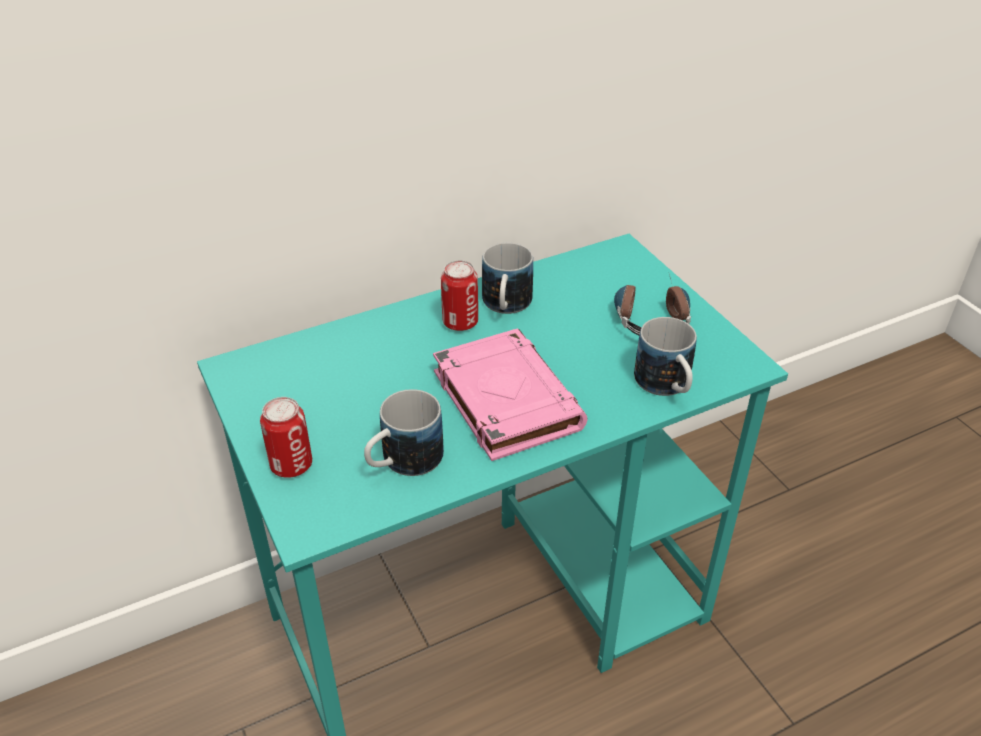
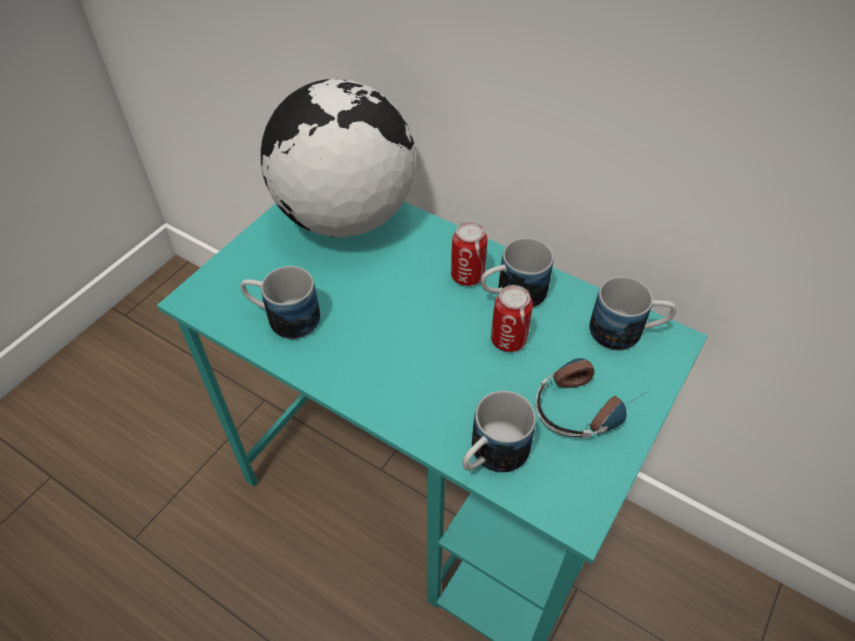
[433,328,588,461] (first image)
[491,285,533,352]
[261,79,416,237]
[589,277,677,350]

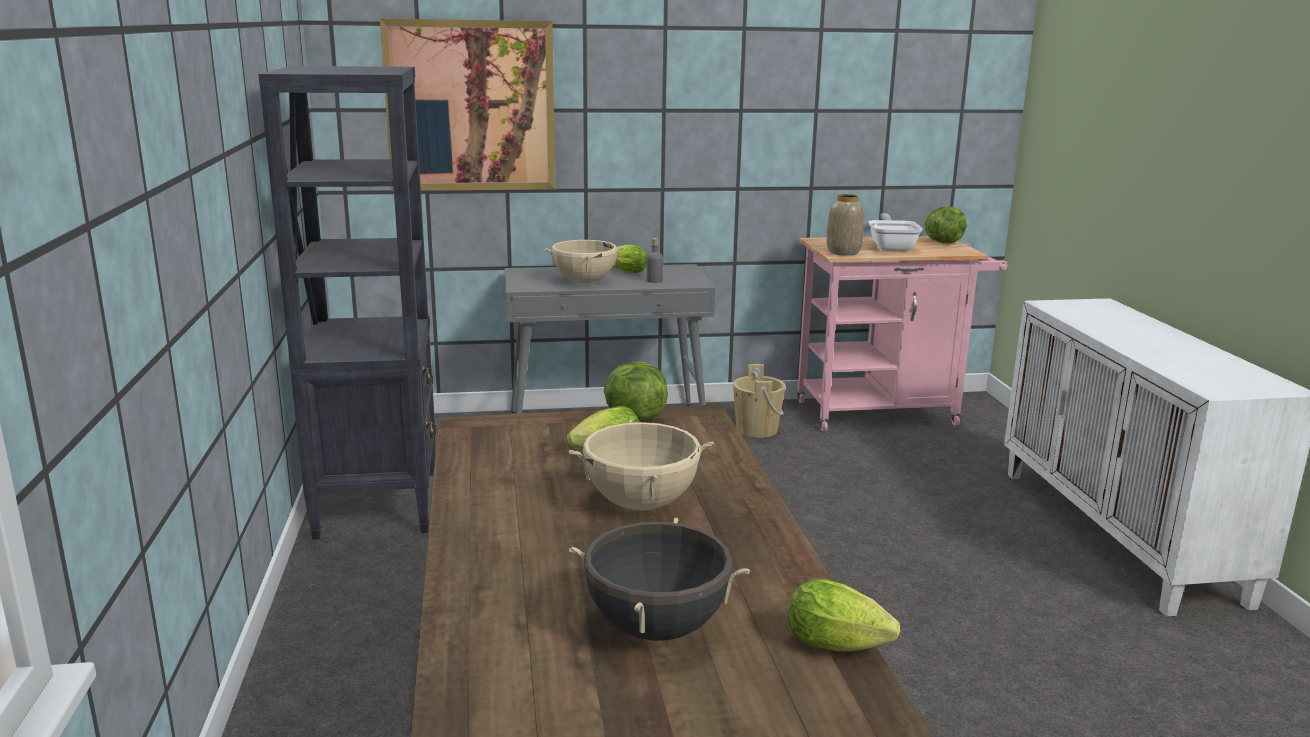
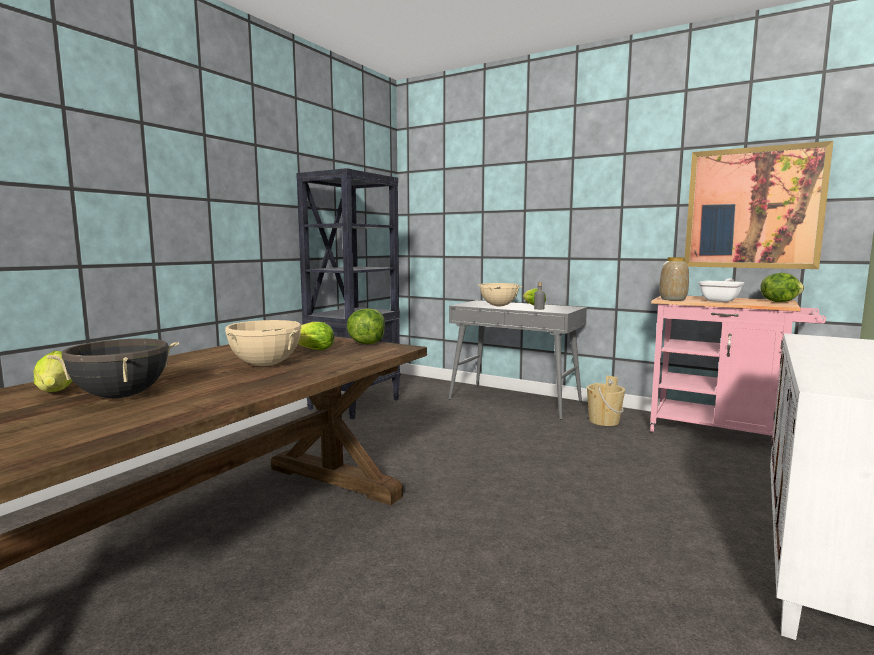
[684,141,833,269]
[33,351,73,392]

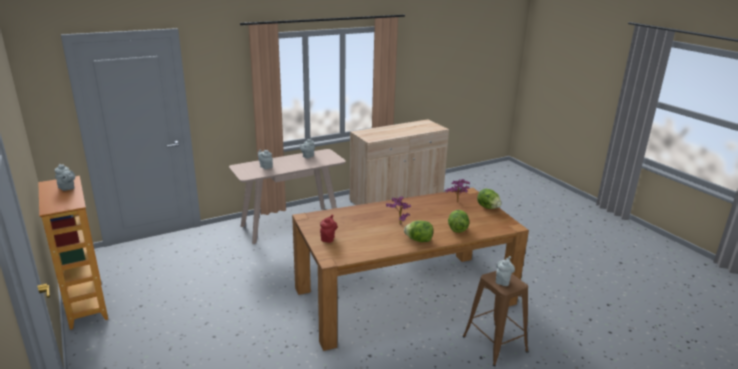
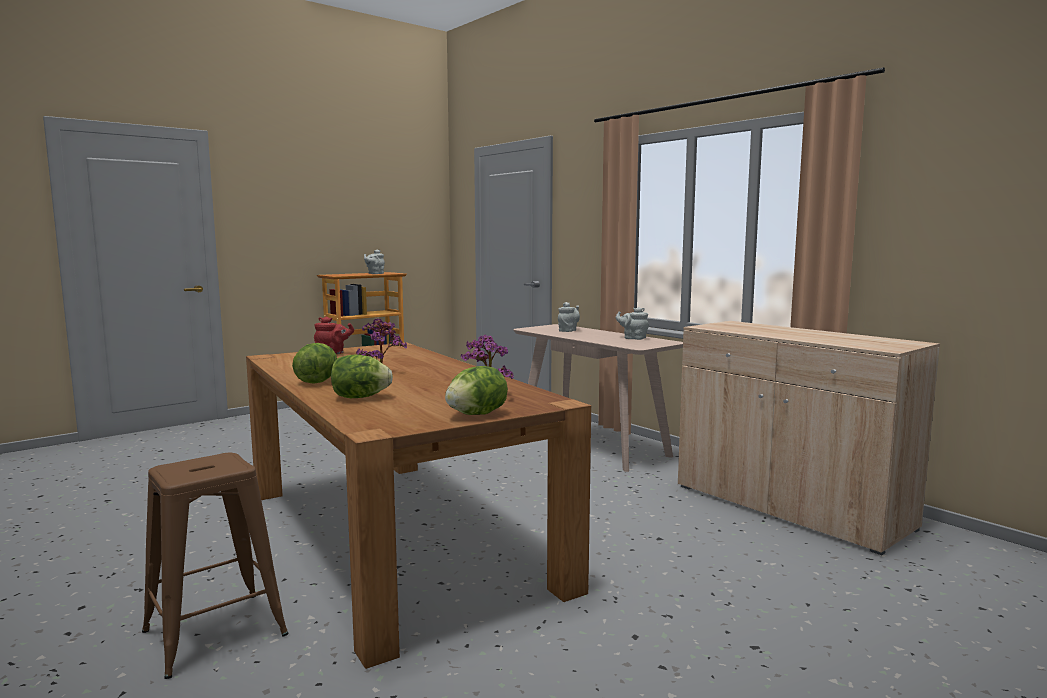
[496,256,515,286] (first image)

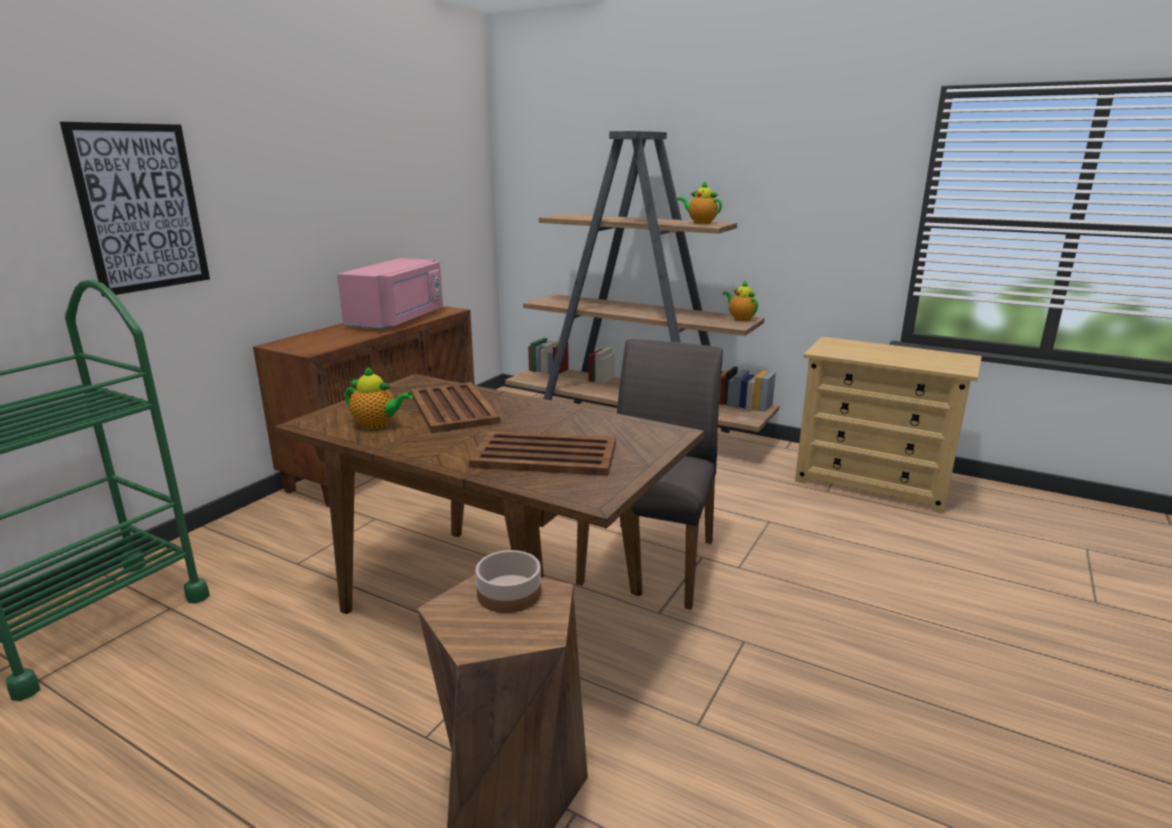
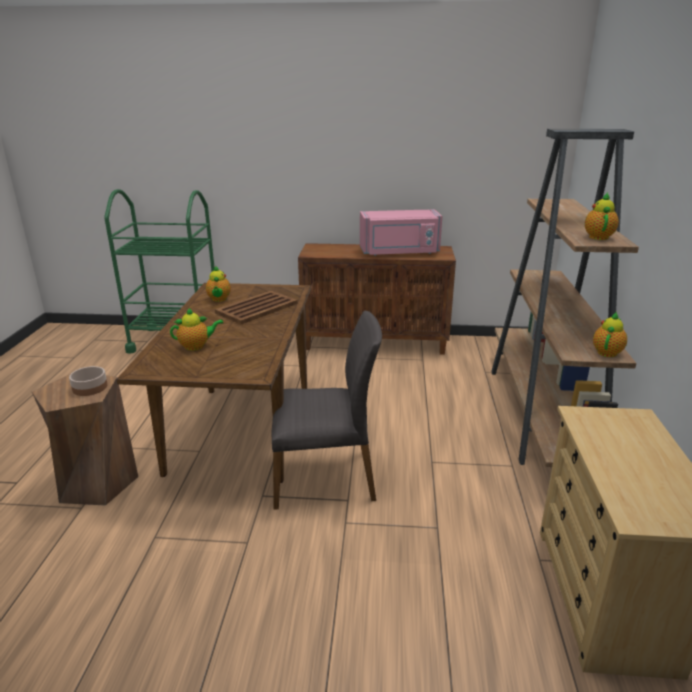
[60,122,210,297] (first image)
[170,308,223,351]

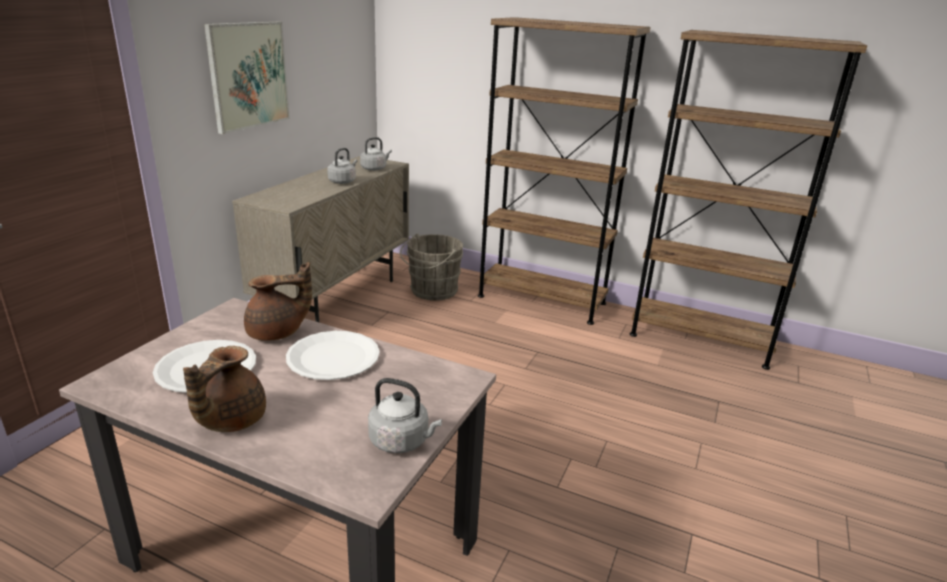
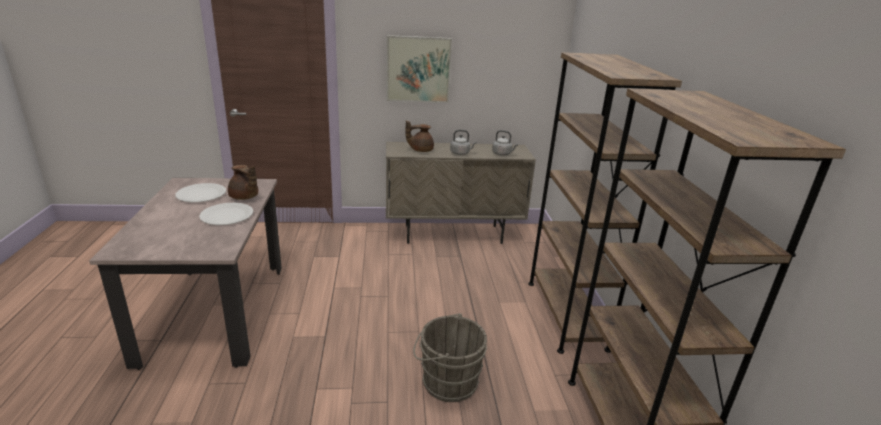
[413,313,487,402]
[406,121,434,152]
[368,378,442,453] (first image)

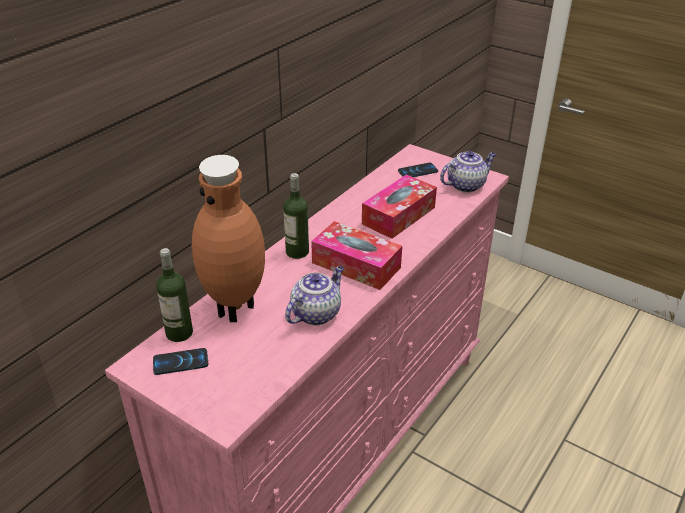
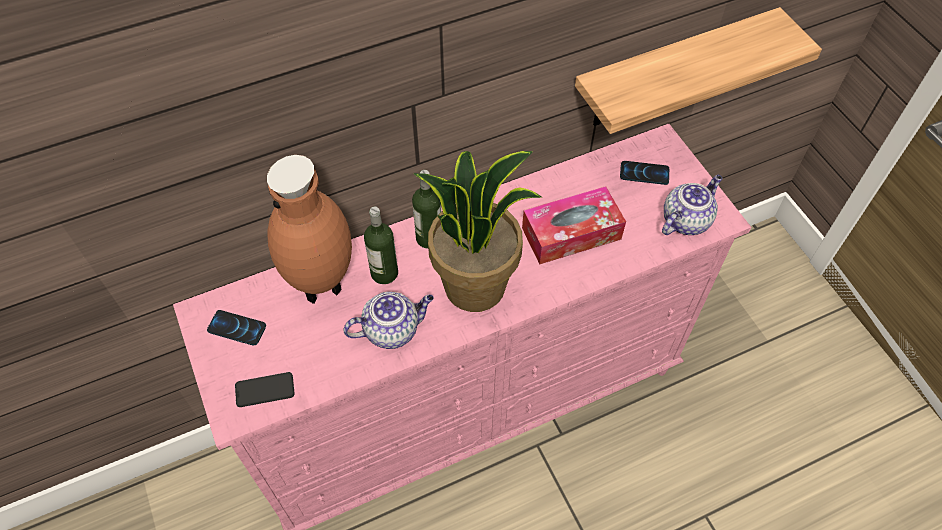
[662,175,722,235]
[414,151,543,312]
[364,207,398,284]
[575,7,822,134]
[235,372,295,407]

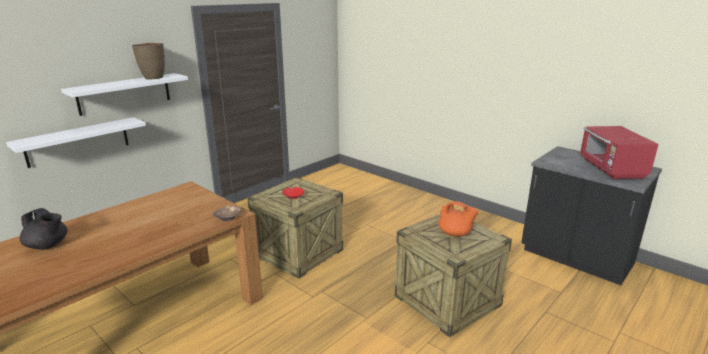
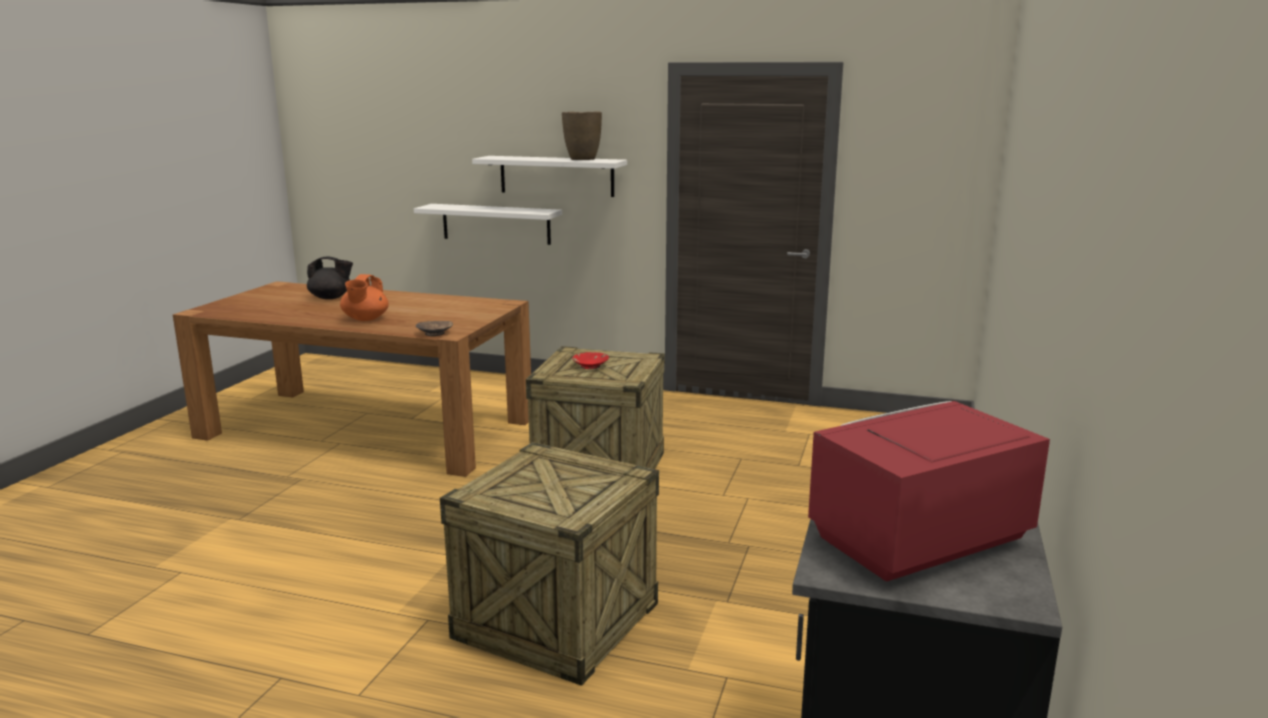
[340,274,389,321]
[307,257,353,299]

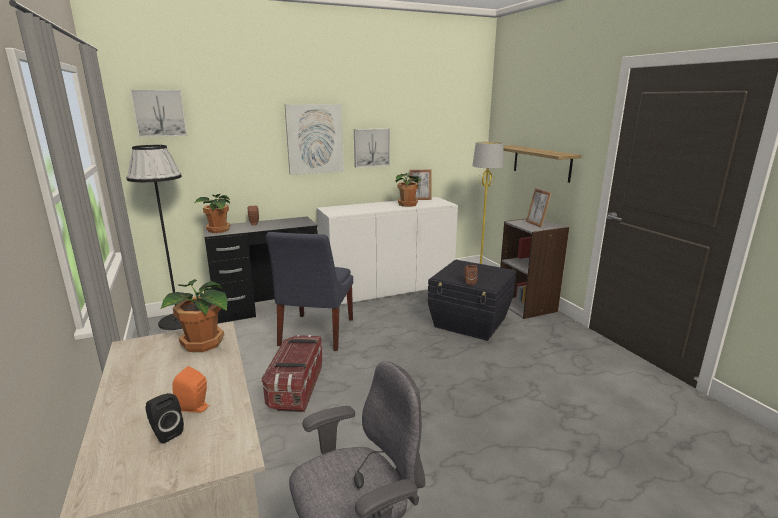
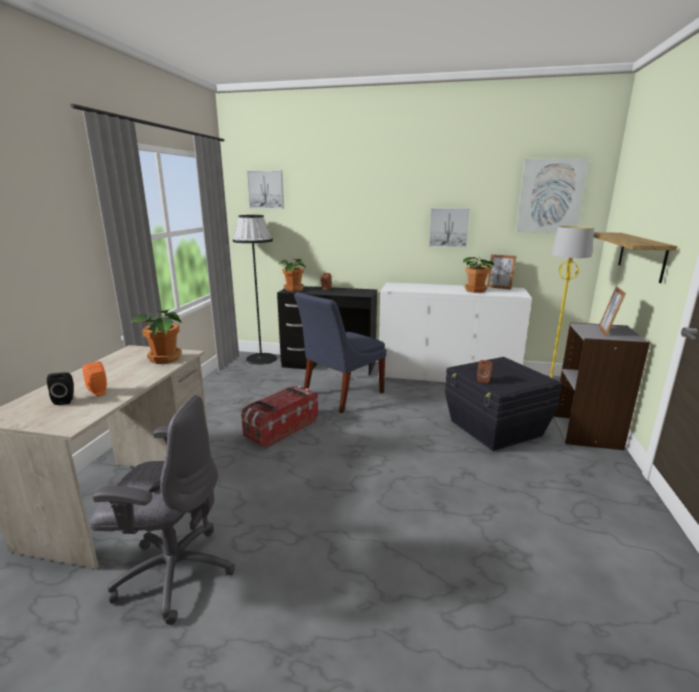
[516,158,589,233]

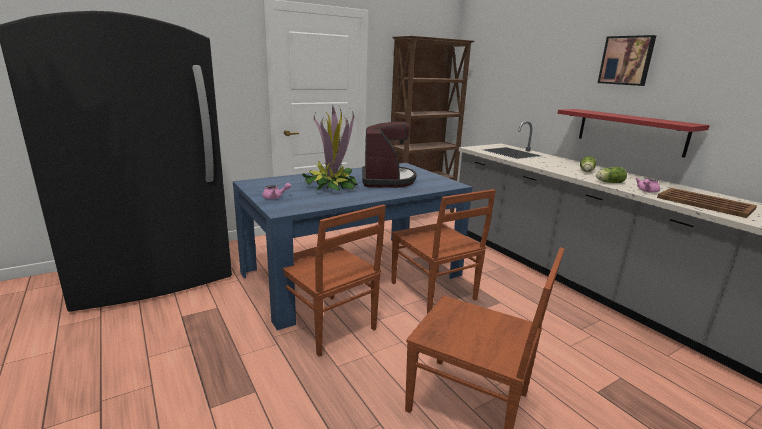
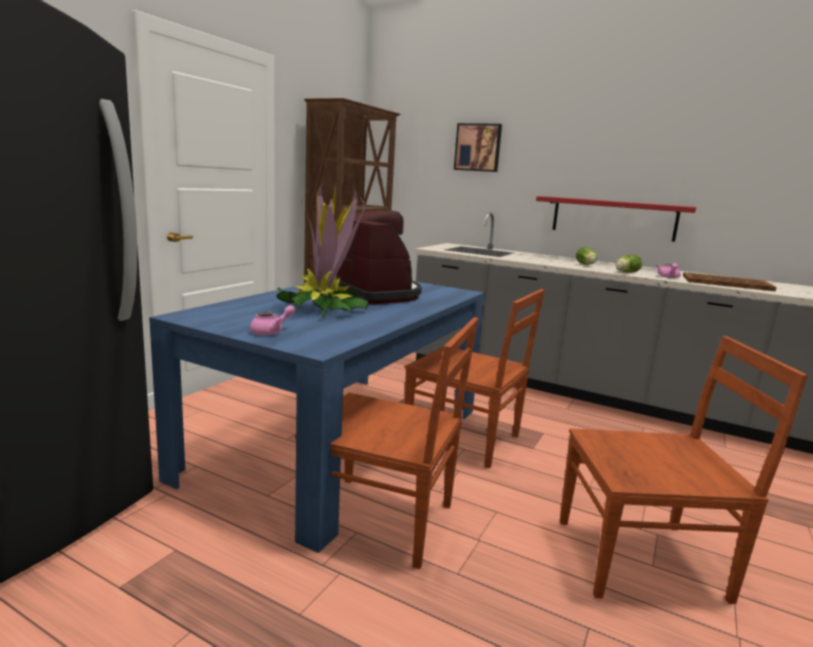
[454,123,502,172]

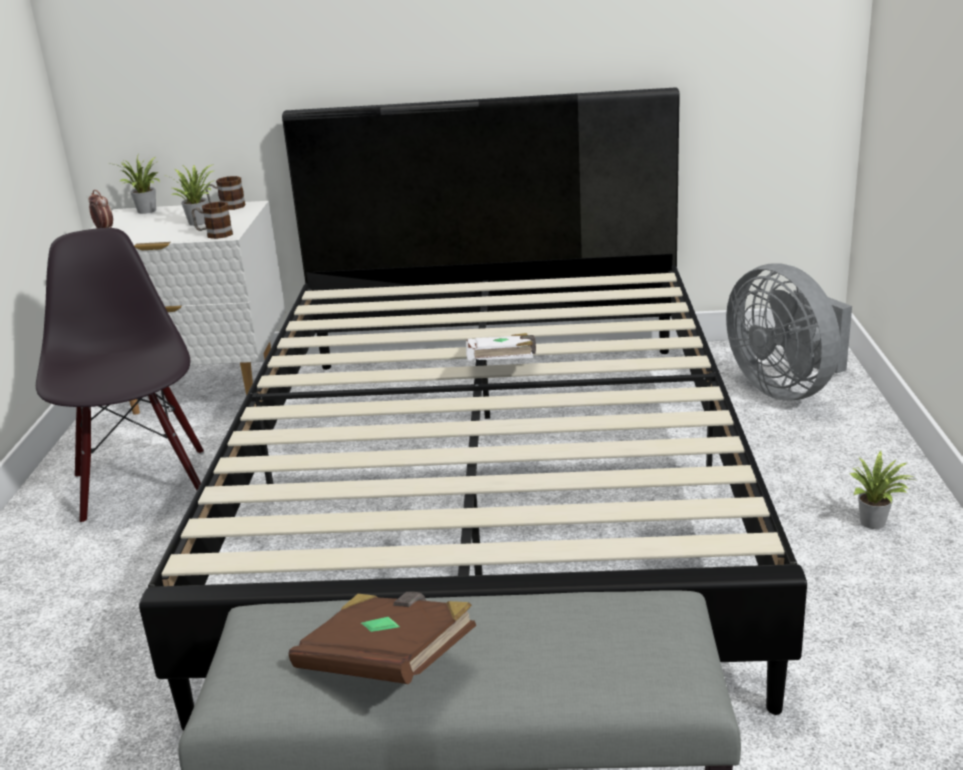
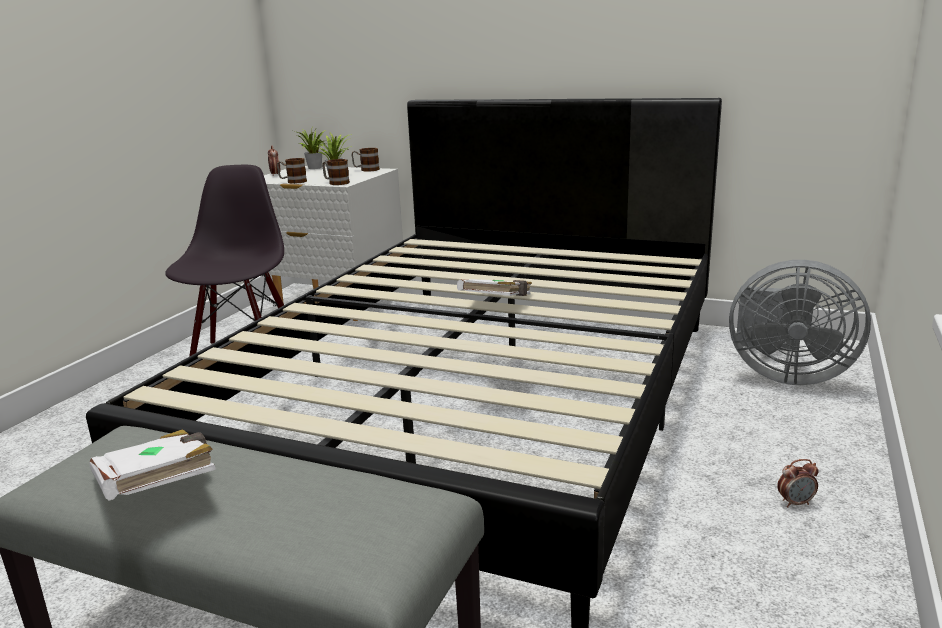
[729,260,871,385]
[777,459,819,507]
[89,429,216,501]
[277,158,307,184]

